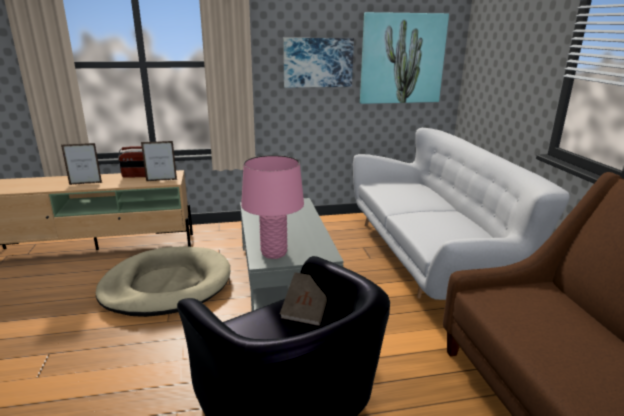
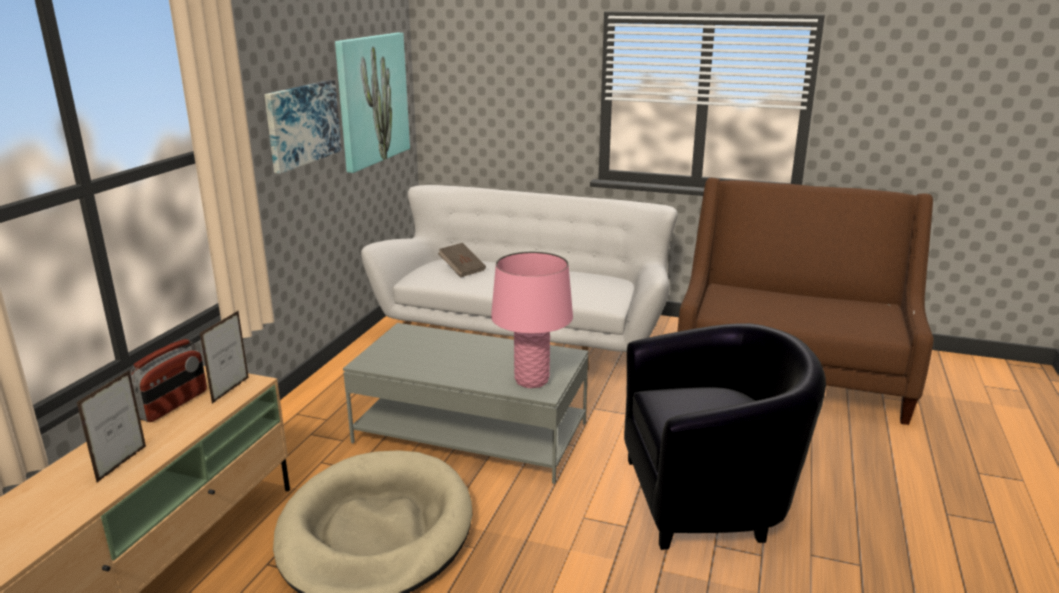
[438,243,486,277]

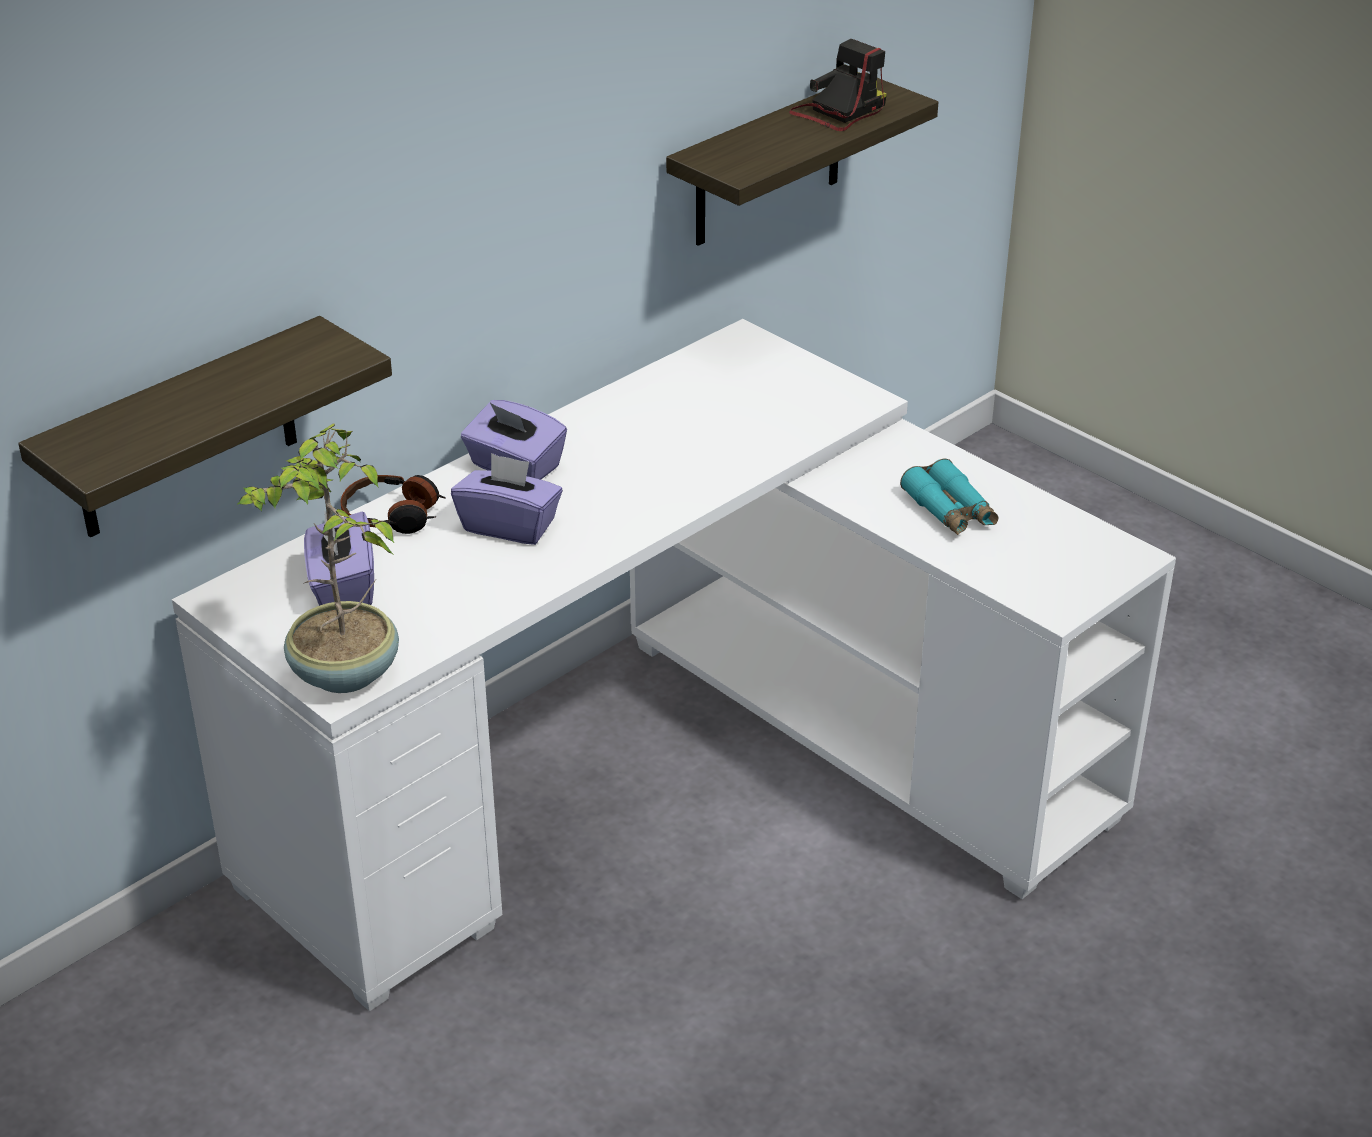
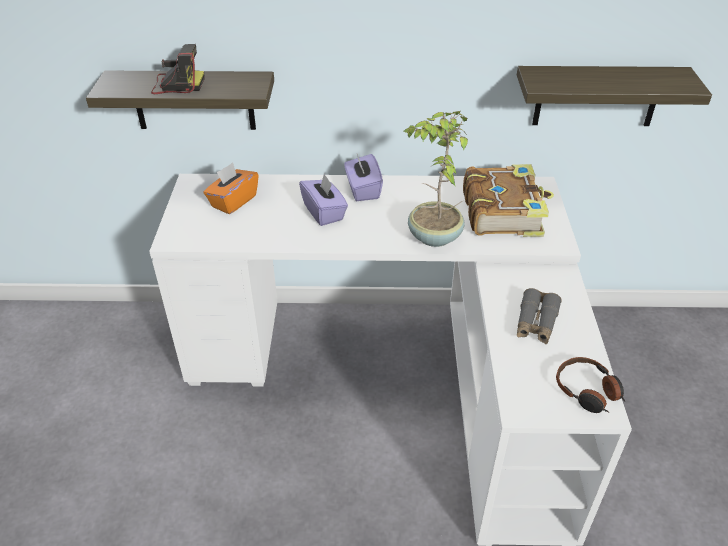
[151,44,205,94]
[404,111,468,247]
[517,288,562,344]
[556,357,625,413]
[203,163,259,214]
[463,164,554,237]

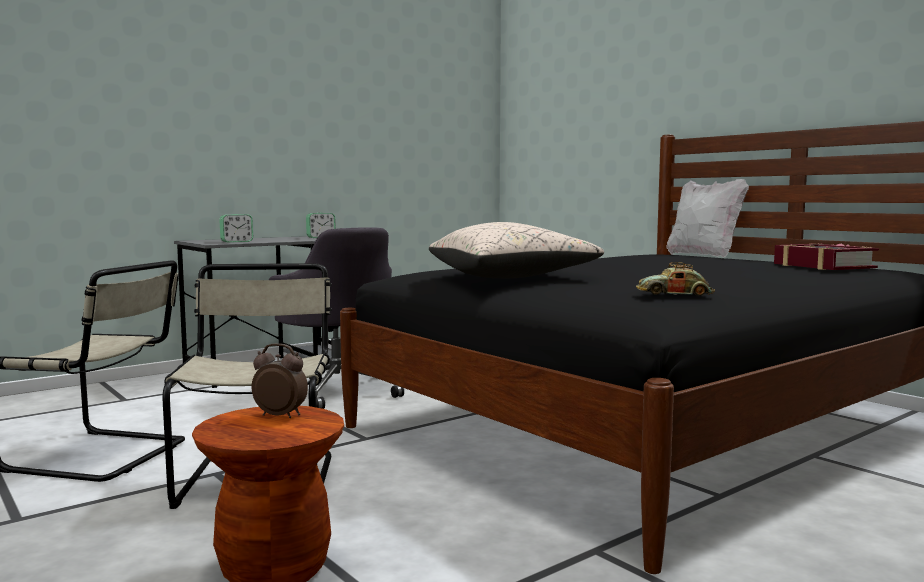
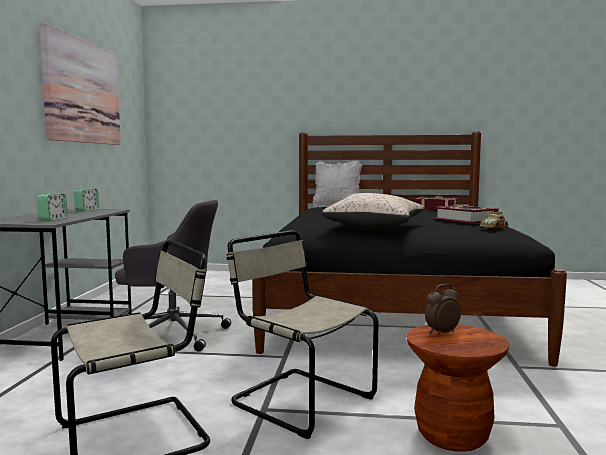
[39,22,121,145]
[434,205,499,224]

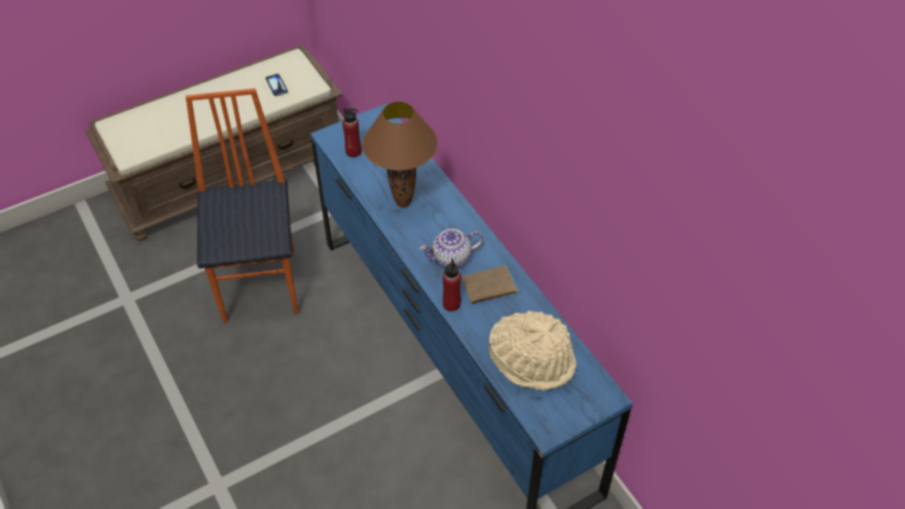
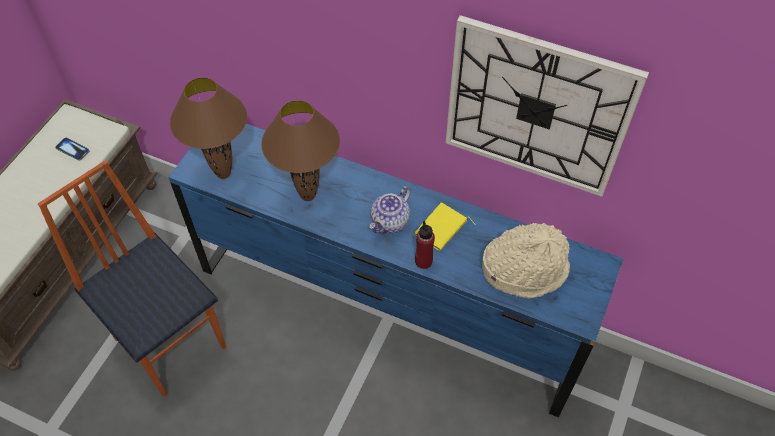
[170,77,247,179]
[415,202,475,251]
[445,15,649,197]

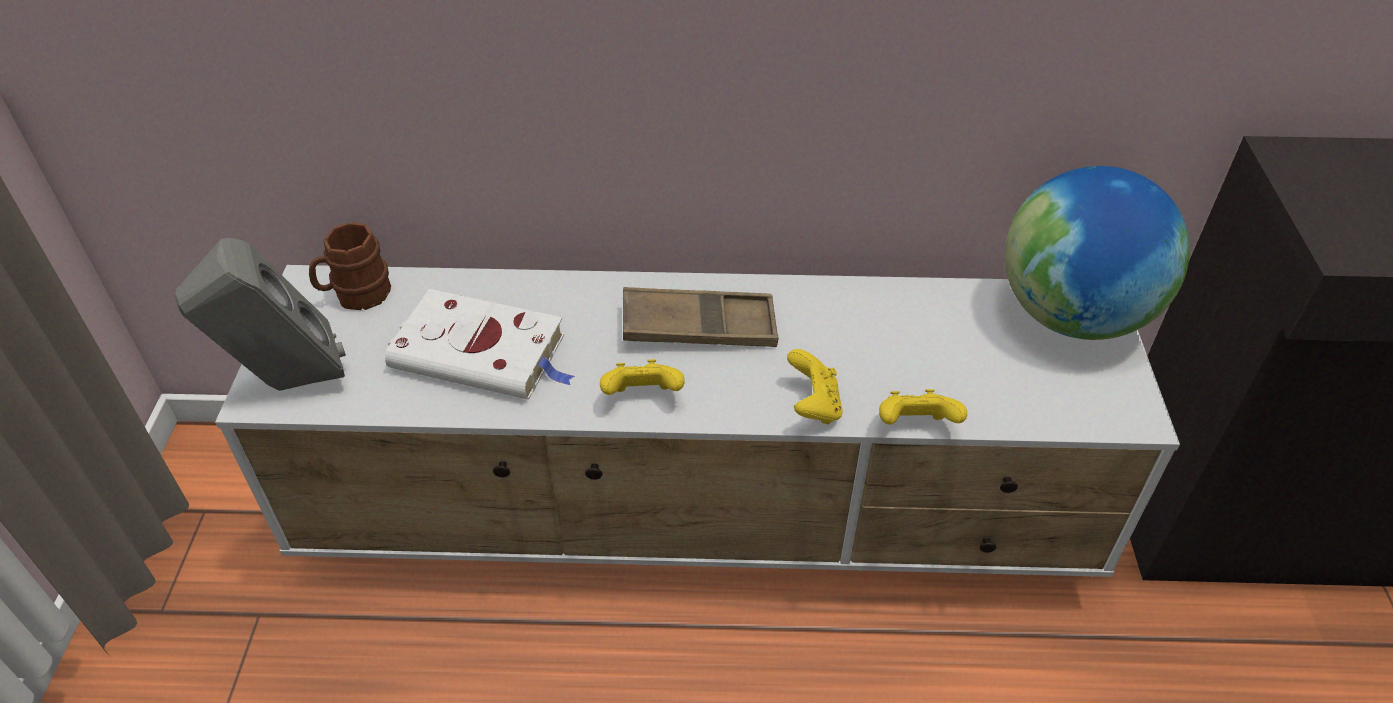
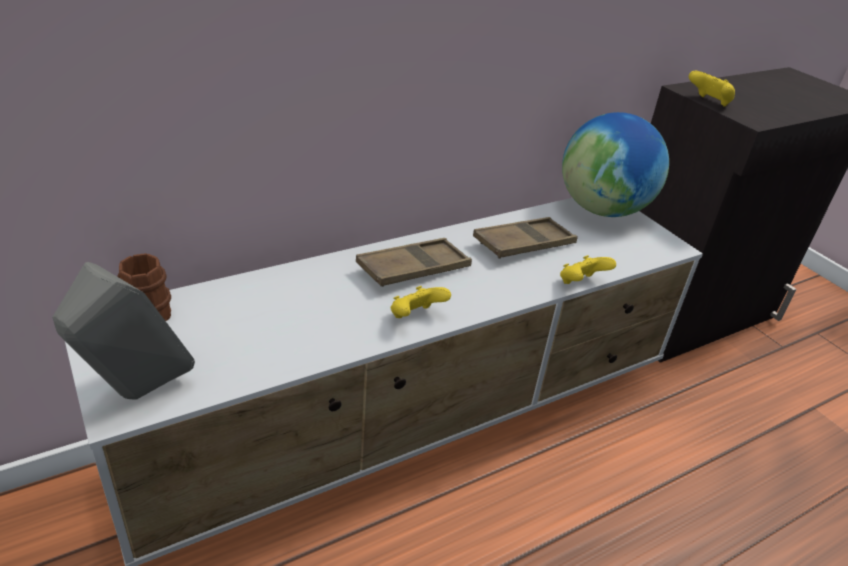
[385,289,575,400] (first image)
[689,71,735,106]
[473,217,578,259]

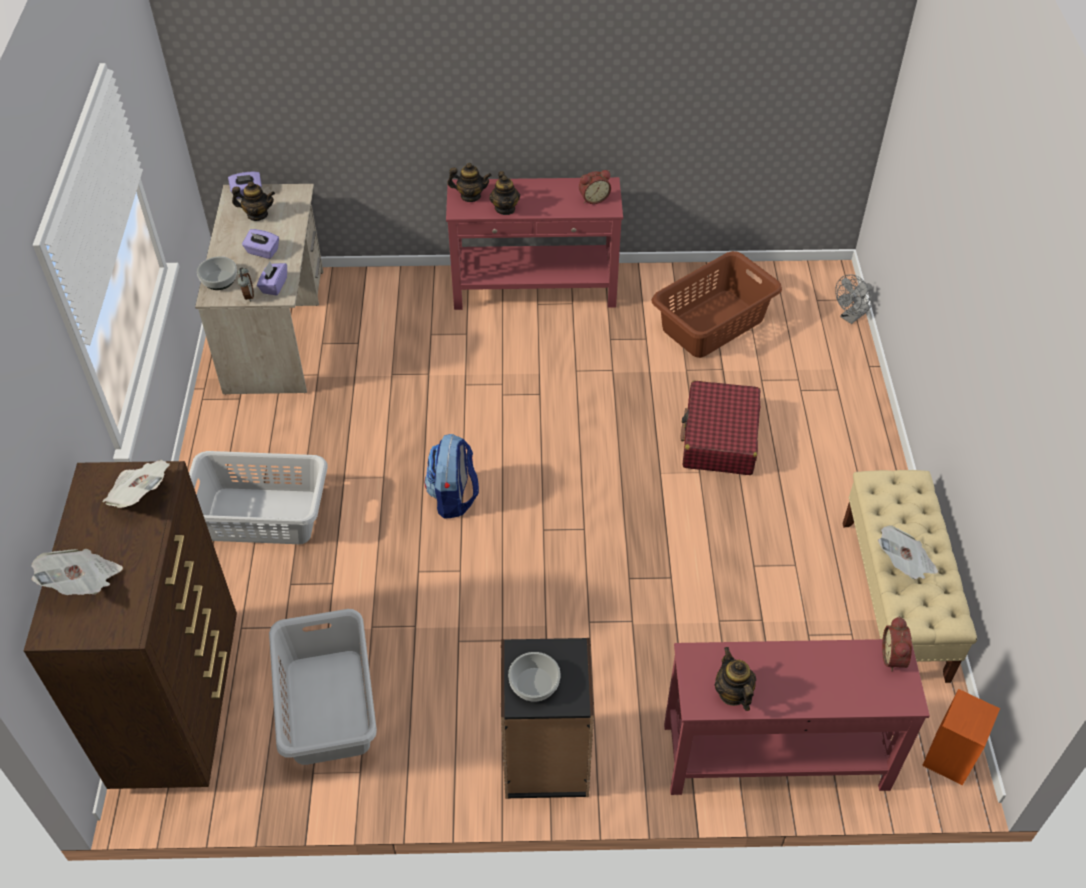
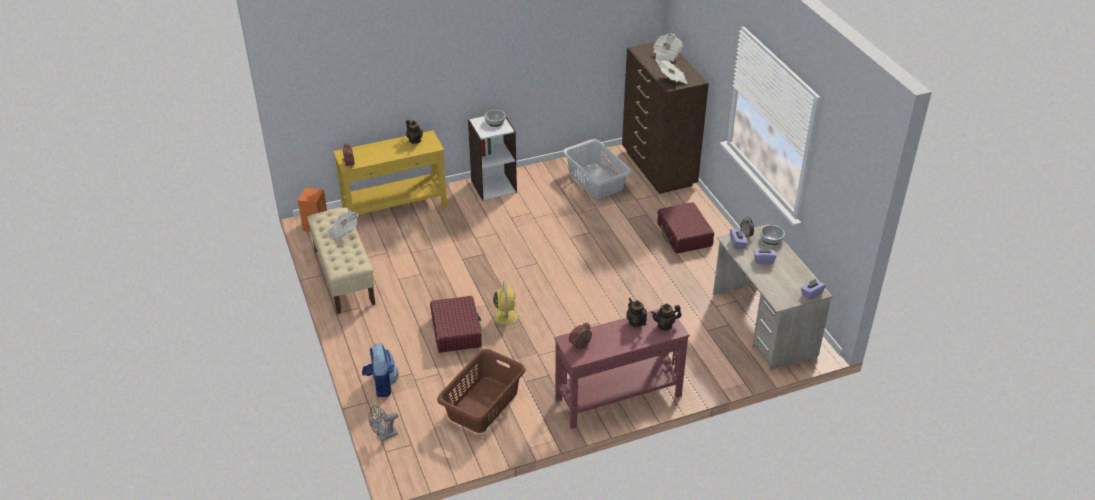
[232,181,275,221] (first image)
[369,405,398,442]
[362,344,398,397]
[657,202,714,254]
[468,116,517,201]
[333,130,447,215]
[488,281,524,330]

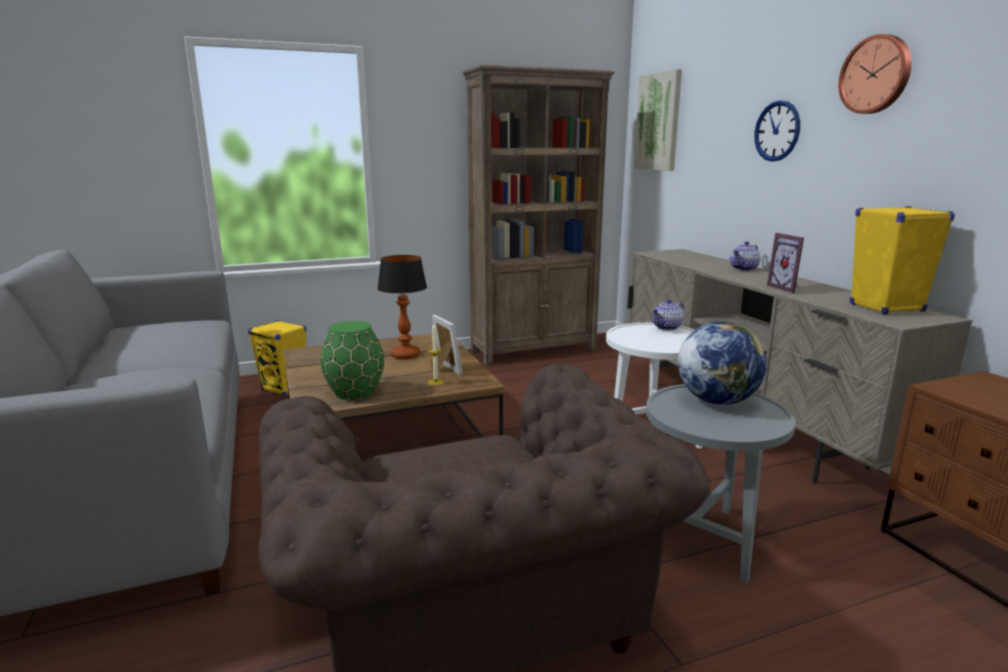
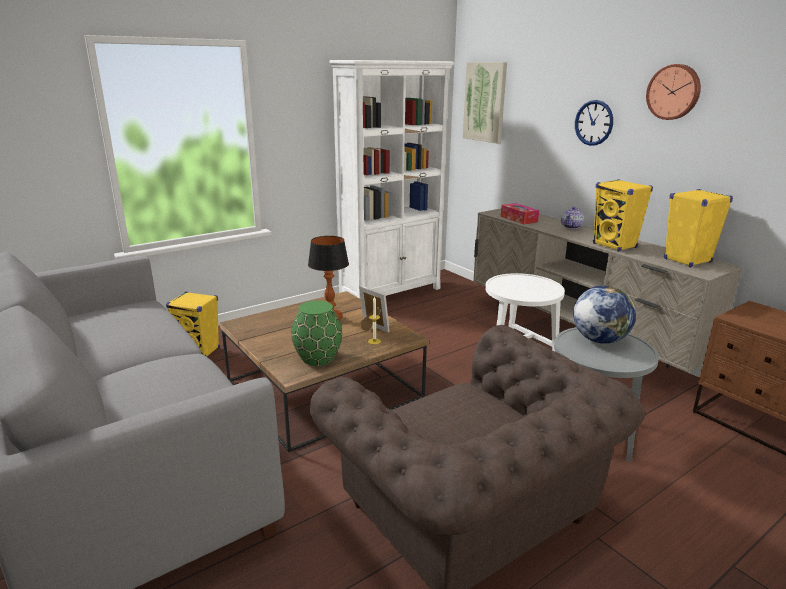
[329,60,454,299]
[593,179,653,252]
[652,299,685,330] (first image)
[501,203,539,224]

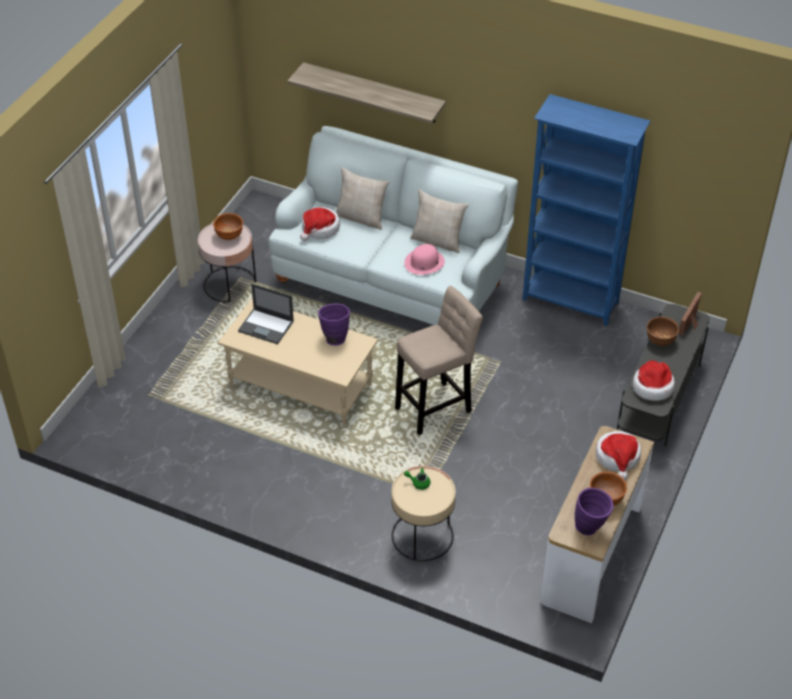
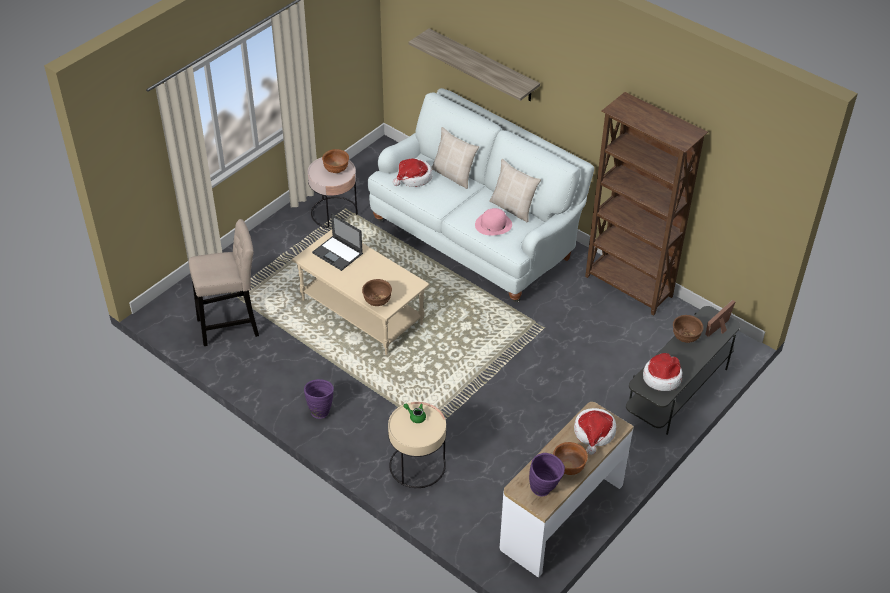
[585,92,708,316]
[189,219,259,346]
[304,379,334,419]
[362,279,392,306]

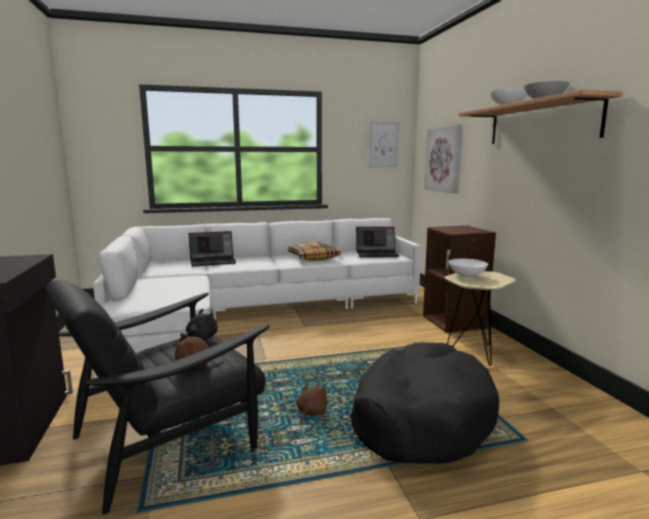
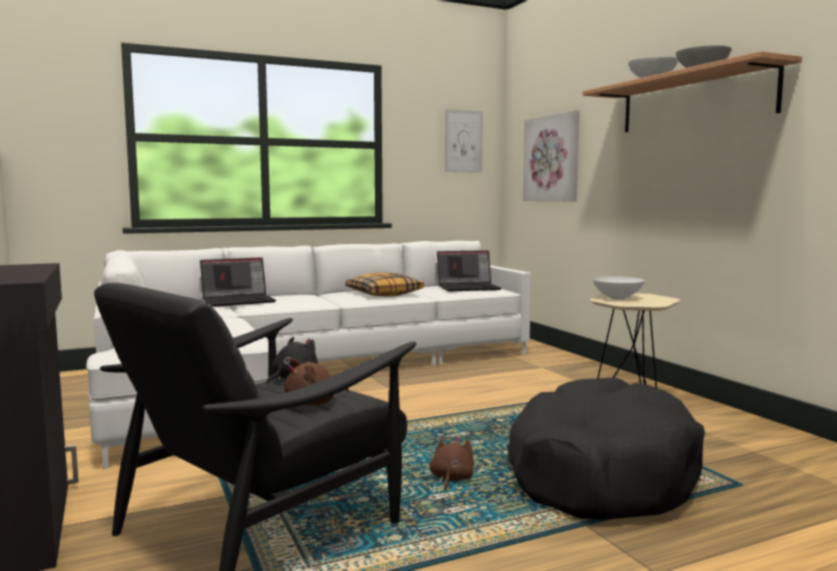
[423,226,496,333] (first image)

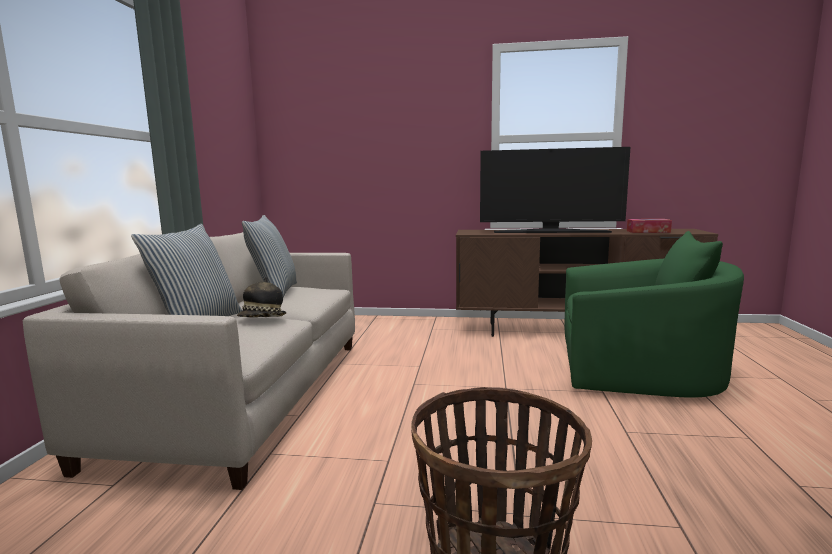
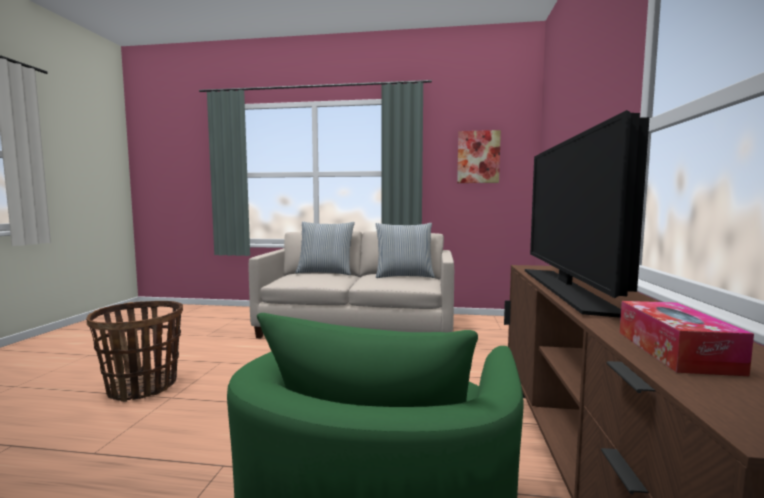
[237,277,287,317] (first image)
[457,130,501,183]

